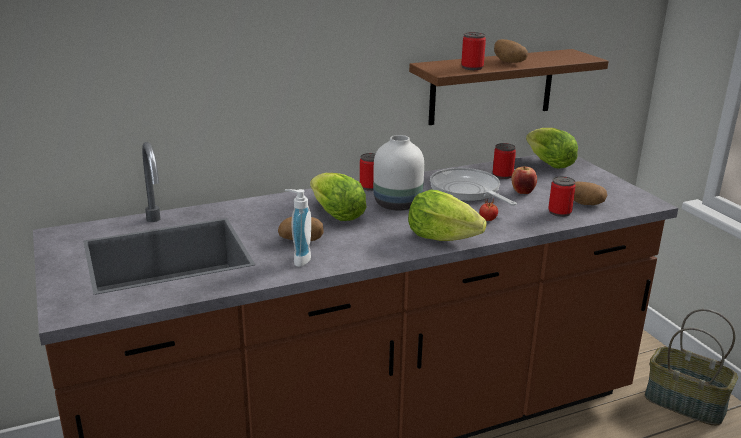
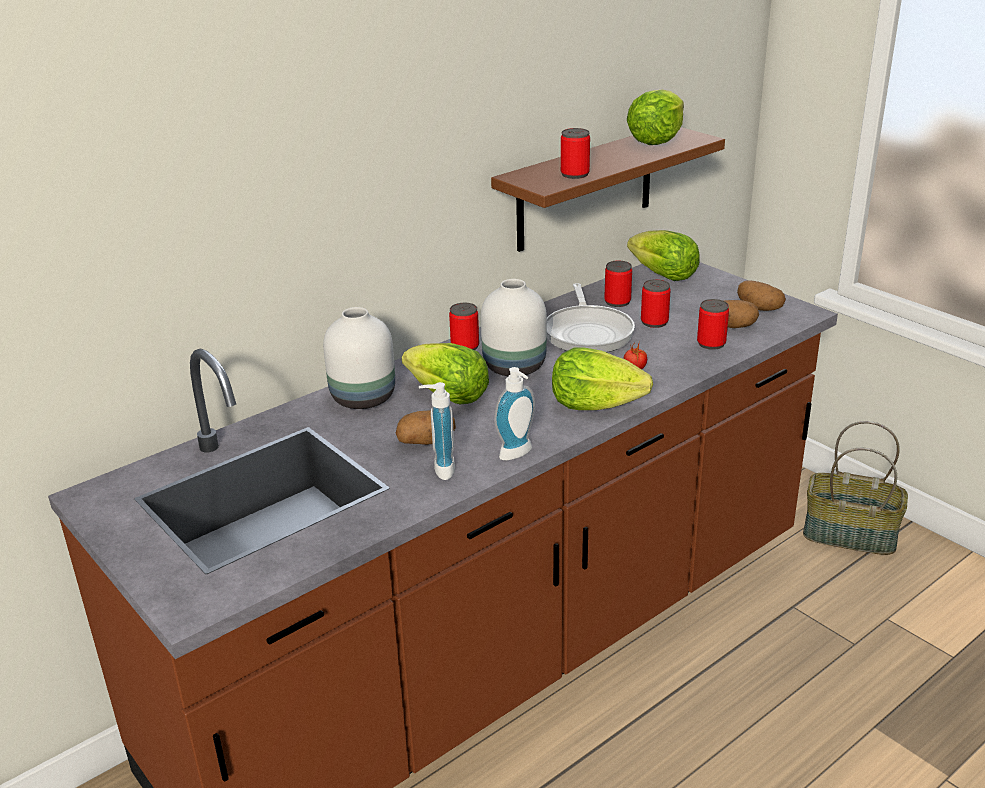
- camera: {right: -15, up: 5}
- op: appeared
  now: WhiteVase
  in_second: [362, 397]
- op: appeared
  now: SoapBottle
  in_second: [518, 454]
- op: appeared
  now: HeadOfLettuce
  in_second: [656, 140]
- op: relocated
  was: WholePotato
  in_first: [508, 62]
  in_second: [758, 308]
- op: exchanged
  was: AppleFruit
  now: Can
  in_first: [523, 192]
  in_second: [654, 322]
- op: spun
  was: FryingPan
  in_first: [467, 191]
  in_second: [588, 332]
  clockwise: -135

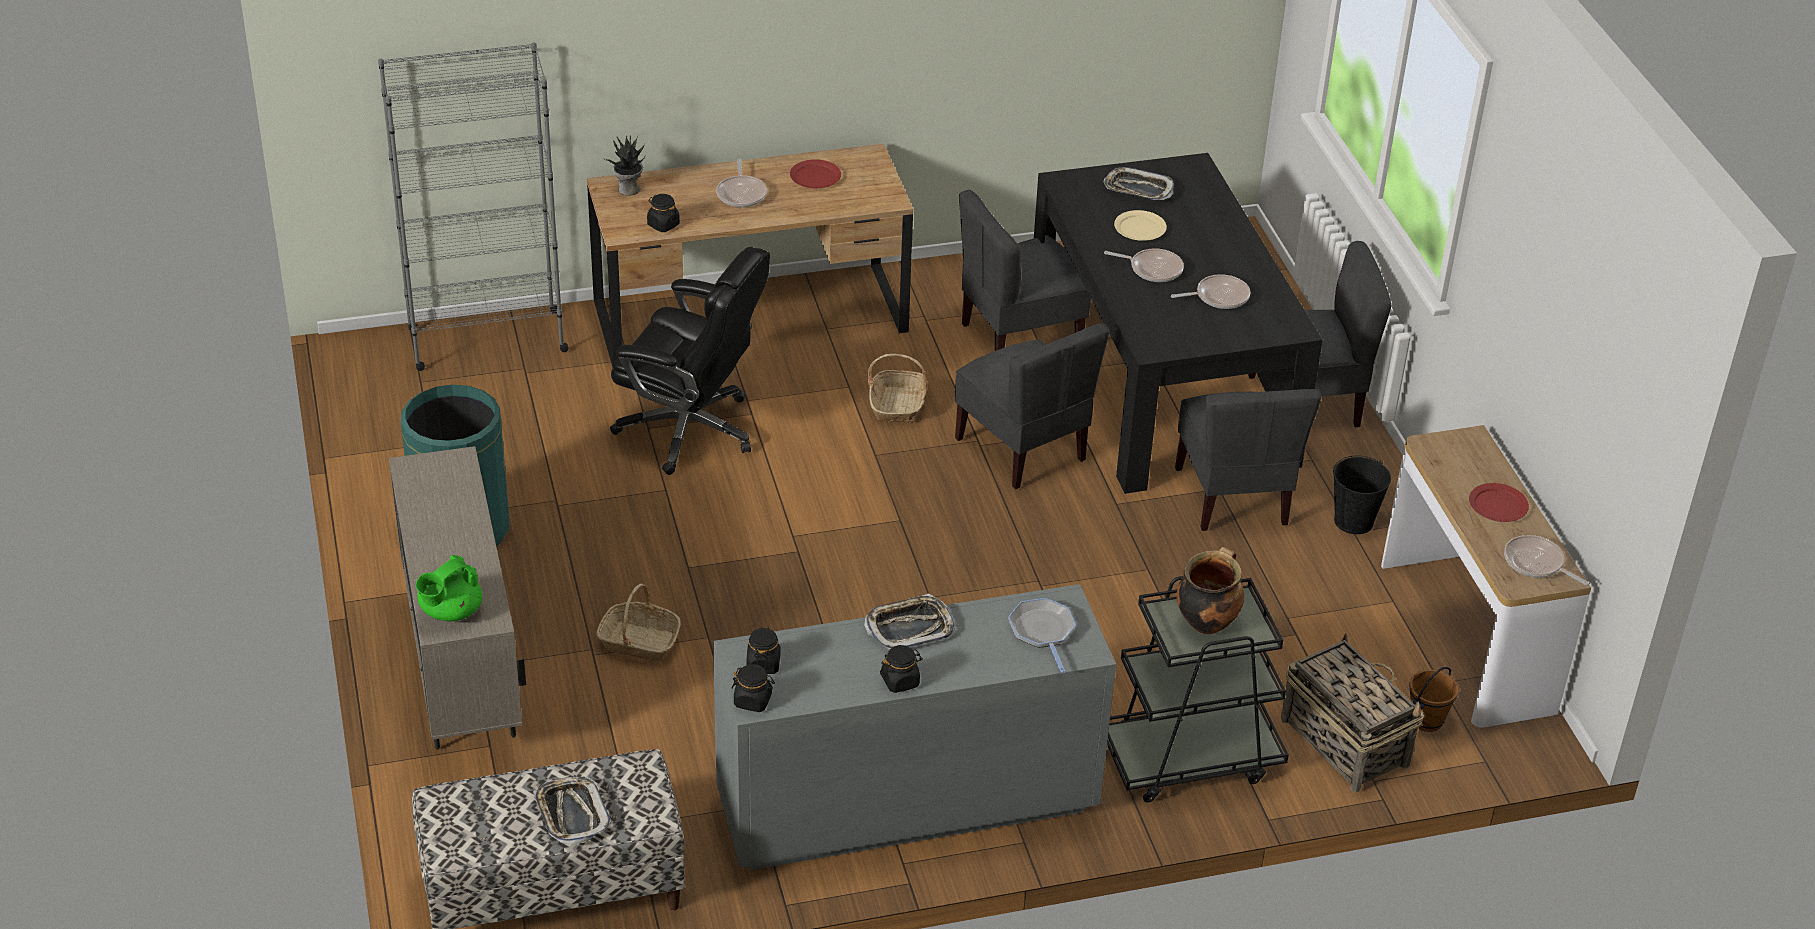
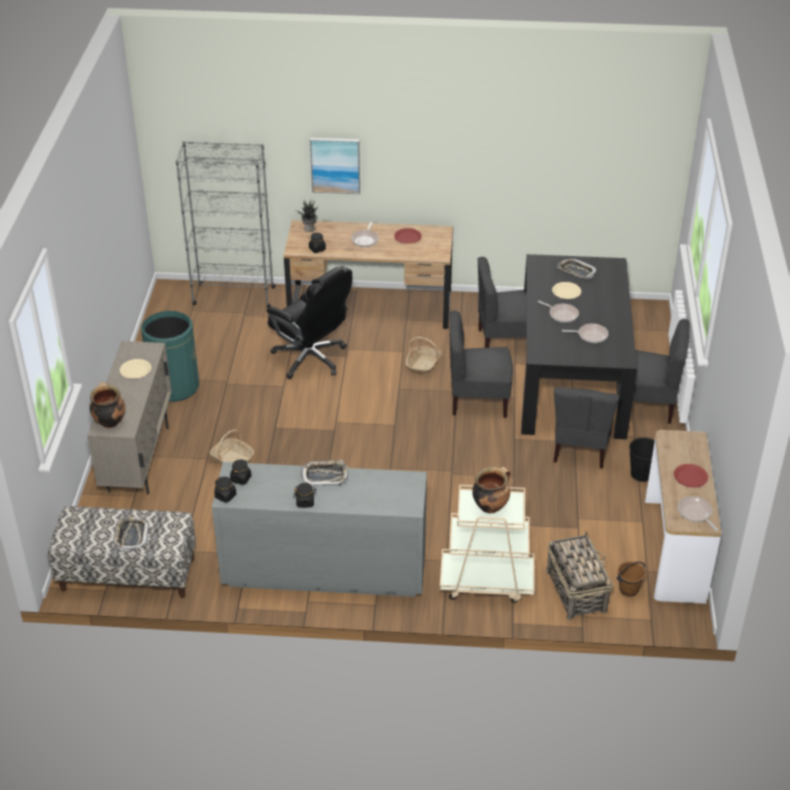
- camera: {right: 20, up: 0}
- op: missing
  was: FryingPan
  in_first: [1042, 632]
- op: appeared
  now: BeigeColouredDinnerPlate
  in_second: [135, 370]
- op: appeared
  now: WallArt
  in_second: [335, 165]
- op: exchanged
  was: GreenColouredTeaPot
  now: Stockpot
  in_first: [450, 612]
  in_second: [109, 421]
- op: colour
  was: BlackColouredTrolley
  now: BeigeColouredTrolley
  in_first: [1189, 758]
  in_second: [486, 581]
- op: spun
  was: GreyishPlainChair
  in_first: [1022, 449]
  in_second: [478, 400]
  clockwise: 105

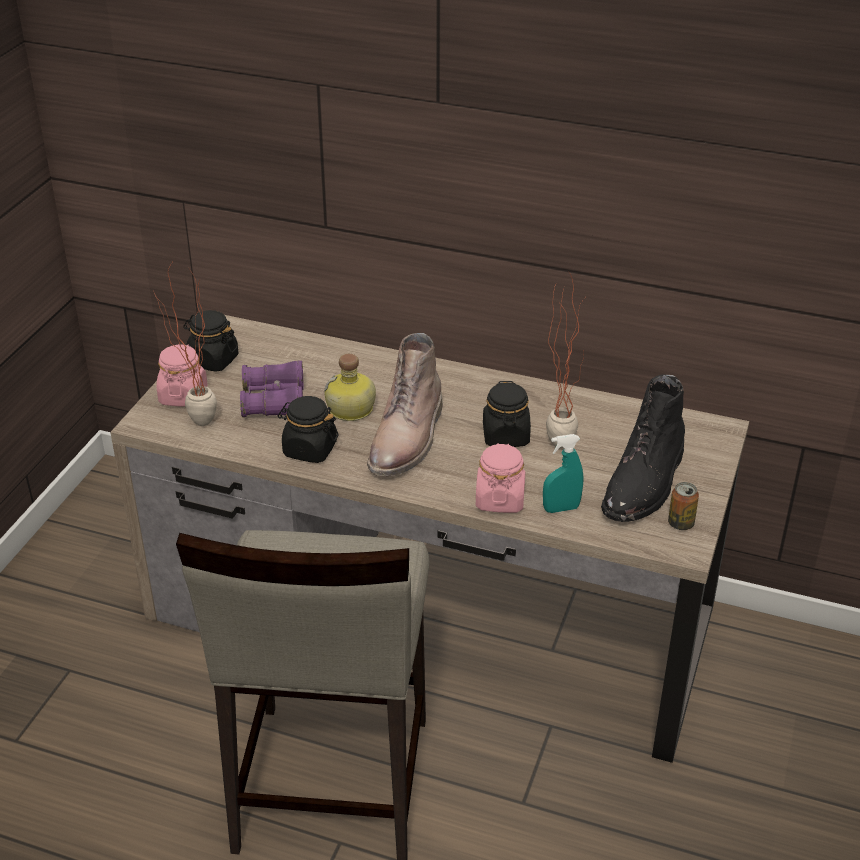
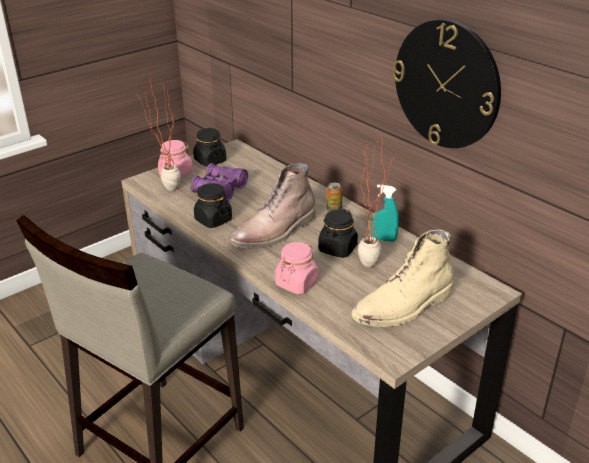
- camera: {right: 30, up: -5}
- op: missing
  was: DrinkBottle
  in_first: [351, 410]
- op: appeared
  now: WallClock
  in_second: [446, 84]
- op: relocated
  was: TurquoiseColouredSprayBottle
  in_first: [561, 508]
  in_second: [383, 239]
- op: relocated
  was: Can
  in_first: [680, 523]
  in_second: [333, 210]
- op: colour
  was: BlackColouredHighTopBoot
  now: BeigeColouredHighTopBoot
  in_first: [644, 484]
  in_second: [404, 307]

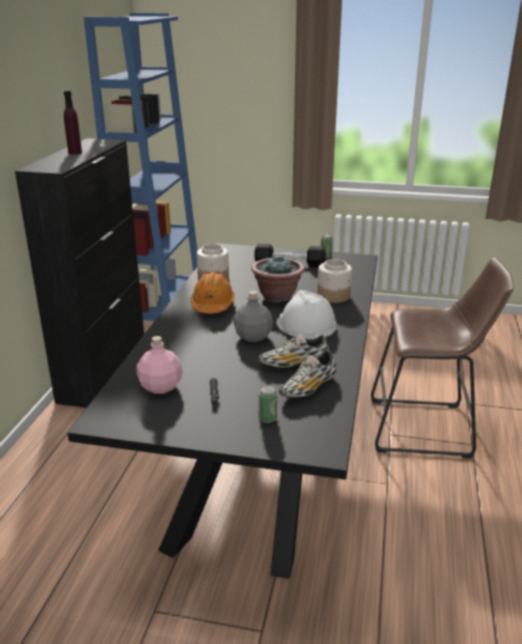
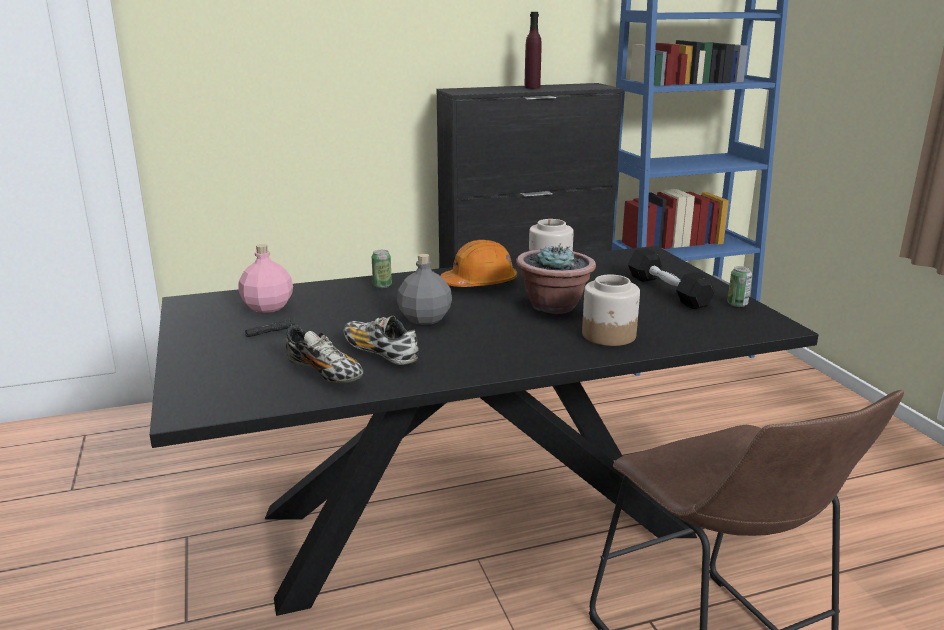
- camera: {right: 60, up: -5}
- op: missing
  was: WhiteSafetyHelmet
  in_first: [306, 325]
- op: relocated
  was: Can
  in_first: [267, 418]
  in_second: [382, 285]
- op: spun
  was: ItemOfFootwear
  in_first: [308, 388]
  in_second: [325, 374]
  clockwise: -150

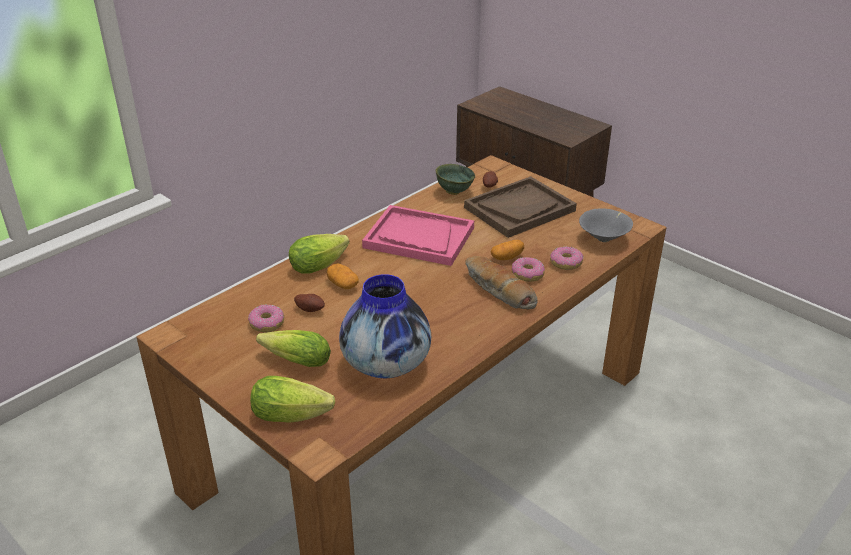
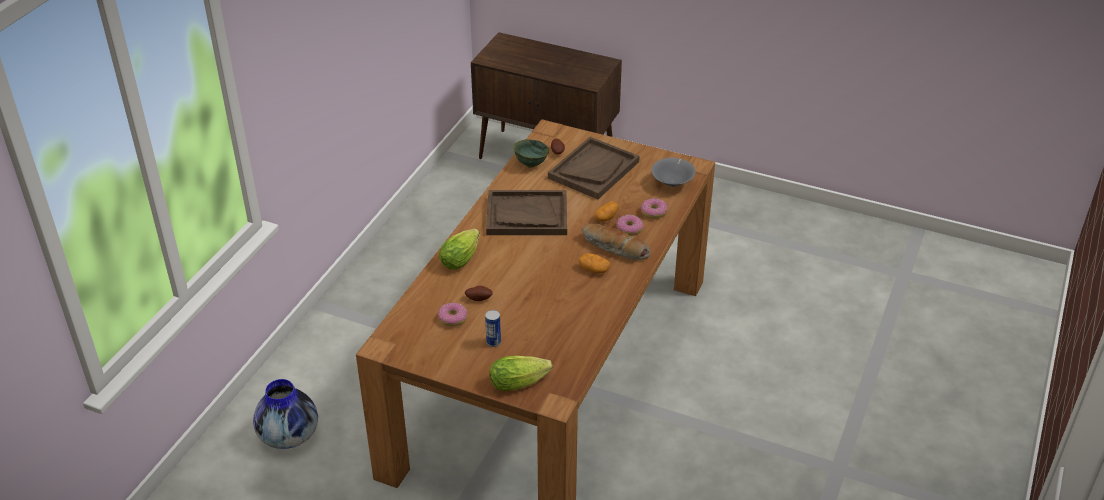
- camera: {right: -20, up: 5}
- op: relocated
  was: WholePotato
  in_first: [342, 284]
  in_second: [594, 269]
- op: relocated
  was: Vase
  in_first: [386, 364]
  in_second: [289, 436]
- op: exchanged
  was: HeadOfLettuce
  now: Can
  in_first: [293, 360]
  in_second: [493, 342]
- op: colour
  was: PinkishCarryingTray
  now: BrownishCarryingTray
  in_first: [418, 238]
  in_second: [526, 215]

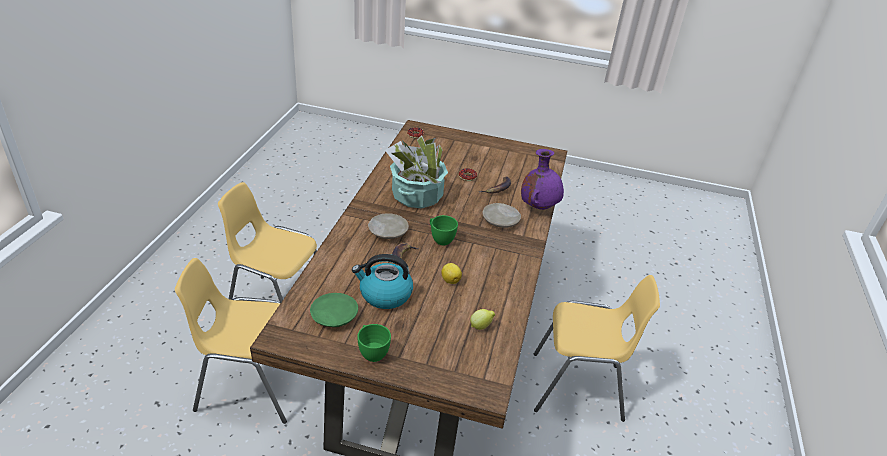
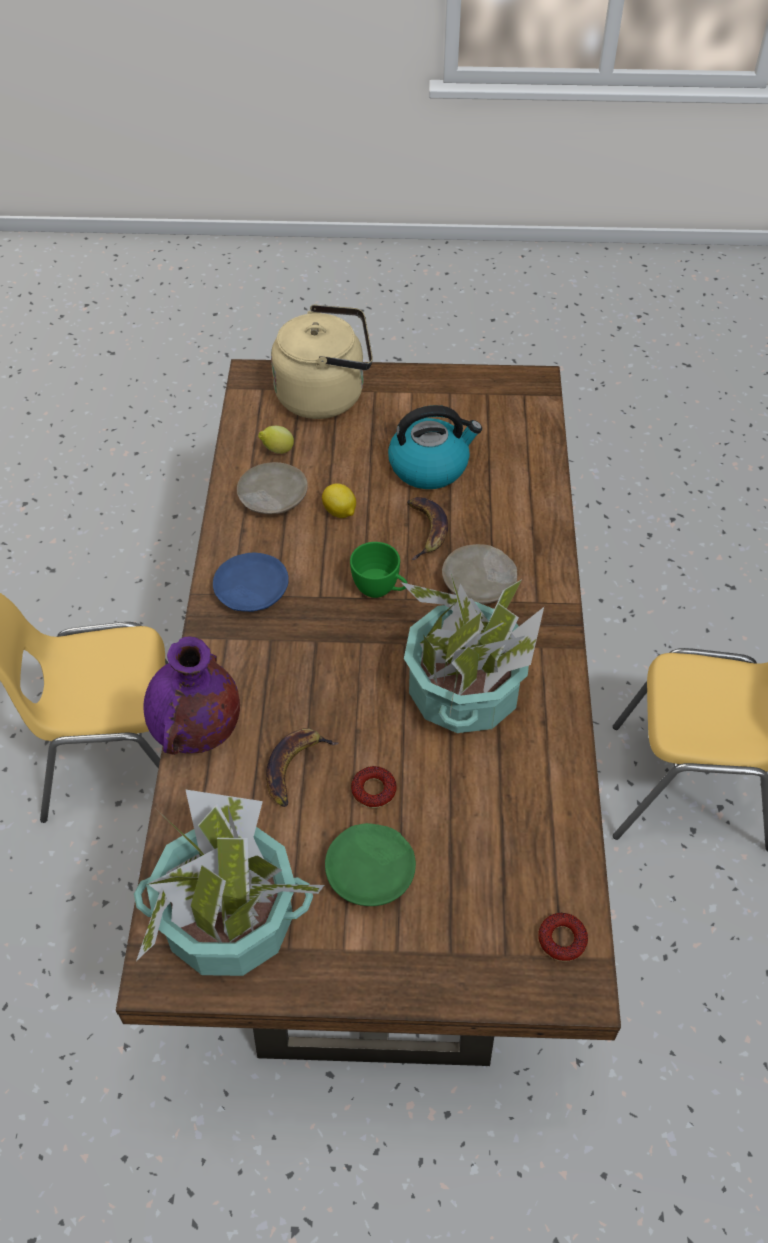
- camera: {right: 170, up: 15}
- op: missing
  was: YellowPlainChair
  in_first: [250, 386]
- op: missing
  was: GreenColouredDrinkingCup
  in_first: [372, 352]
- op: appeared
  now: Houseplant
  in_second: [229, 920]
- op: appeared
  now: BluishDinnerPlate
  in_second: [251, 591]
- op: appeared
  now: BeigeColouredTeaKettle
  in_second: [326, 395]
- op: relocated
  was: GreenColouredDinnerPlate
  in_first: [334, 316]
  in_second: [371, 872]
- op: relocated
  was: BeigeColouredDinnerPlate
  in_first: [501, 220]
  in_second: [272, 497]

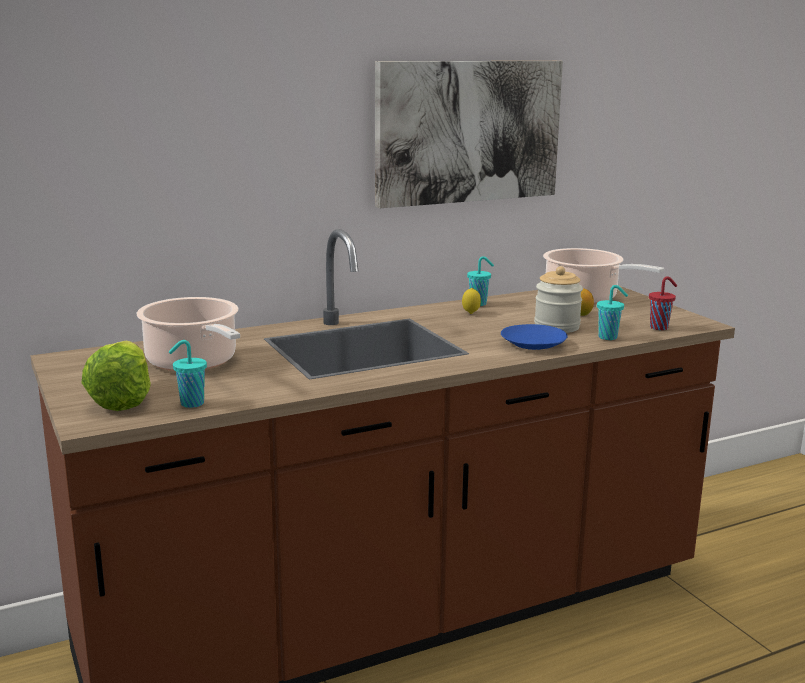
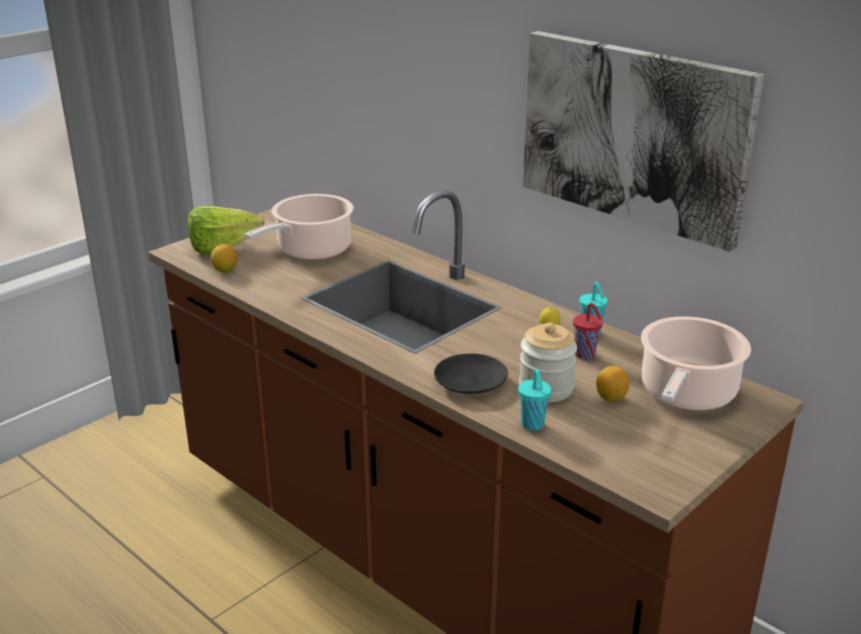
- camera: {right: 70, up: 10}
- op: relocated
  was: RedDrinkingCup
  in_first: [660, 327]
  in_second: [586, 355]
- op: exchanged
  was: TurquoiseColouredDrinkingCup
  now: Lemon
  in_first: [190, 404]
  in_second: [225, 270]
- op: colour
  was: BluishDinnerPlate
  now: BlackColouredDinnerPlate
  in_first: [533, 344]
  in_second: [469, 382]

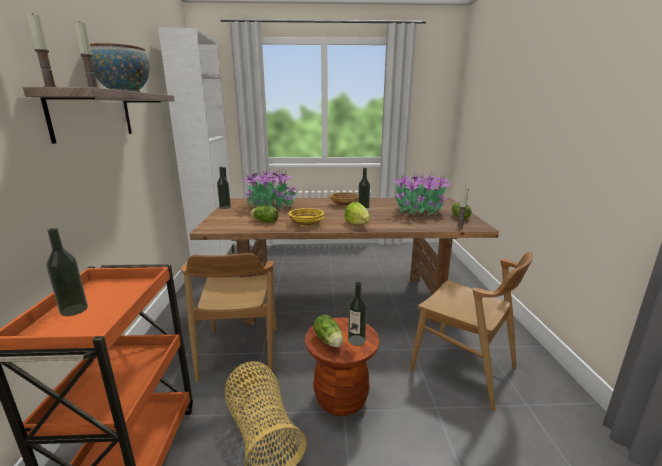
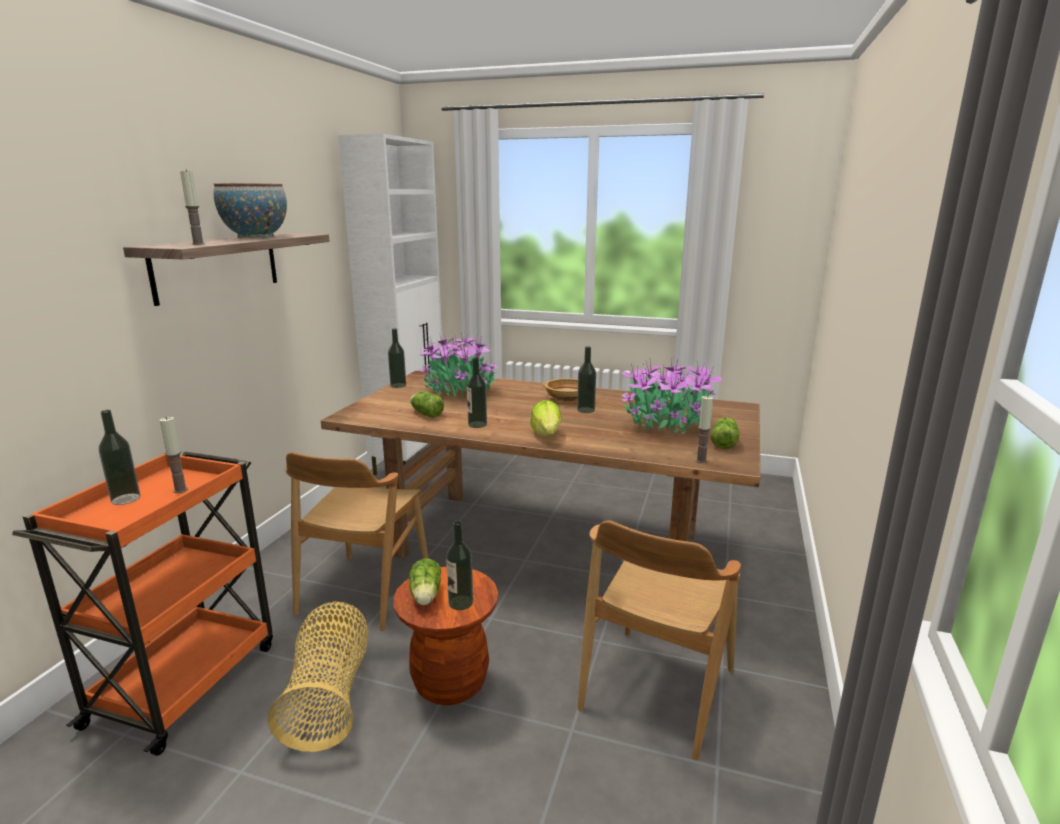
- camera: {right: 20, up: 0}
- op: relocated
  was: WaxCandle
  in_first: [50, 87]
  in_second: [180, 490]
- op: exchanged
  was: YellowServingBowl
  now: DrinkBottle
  in_first: [306, 223]
  in_second: [477, 424]
- op: spun
  was: BrownishPlainChair
  in_first: [463, 369]
  in_second: [656, 689]
  clockwise: 60

